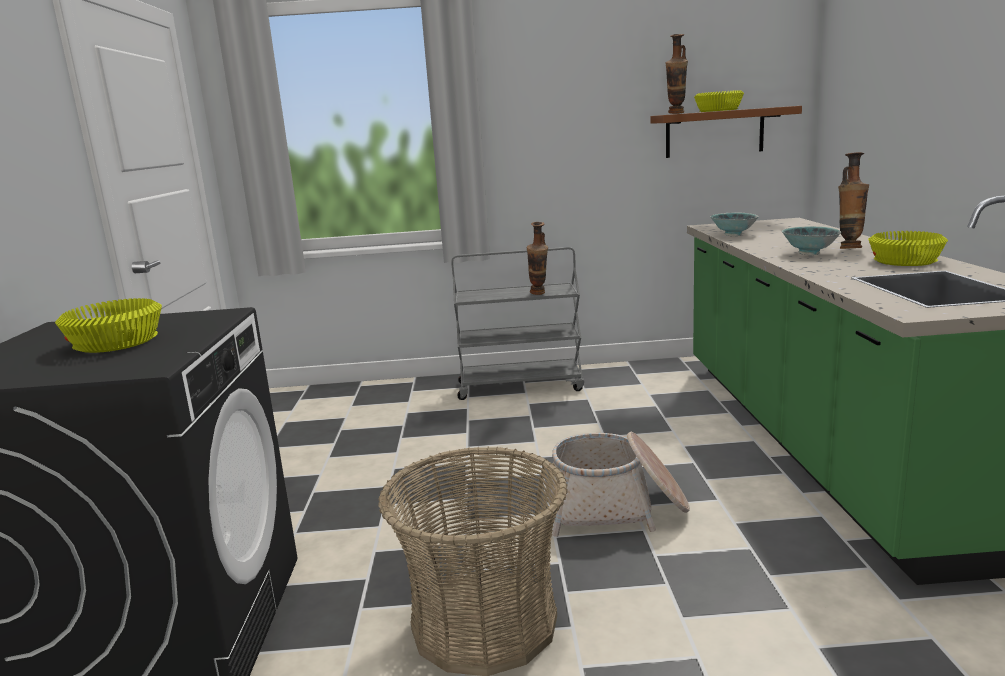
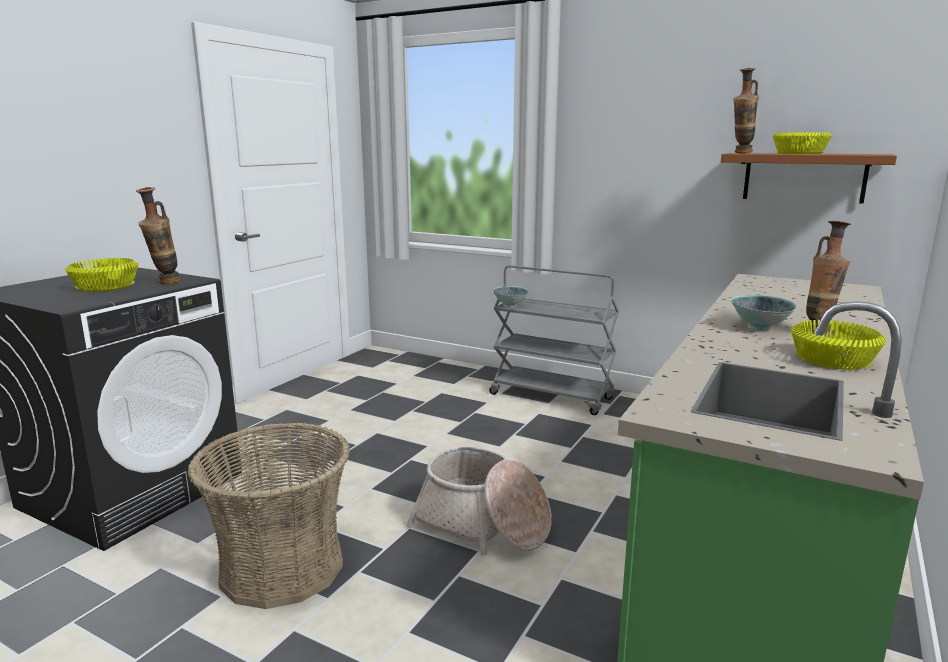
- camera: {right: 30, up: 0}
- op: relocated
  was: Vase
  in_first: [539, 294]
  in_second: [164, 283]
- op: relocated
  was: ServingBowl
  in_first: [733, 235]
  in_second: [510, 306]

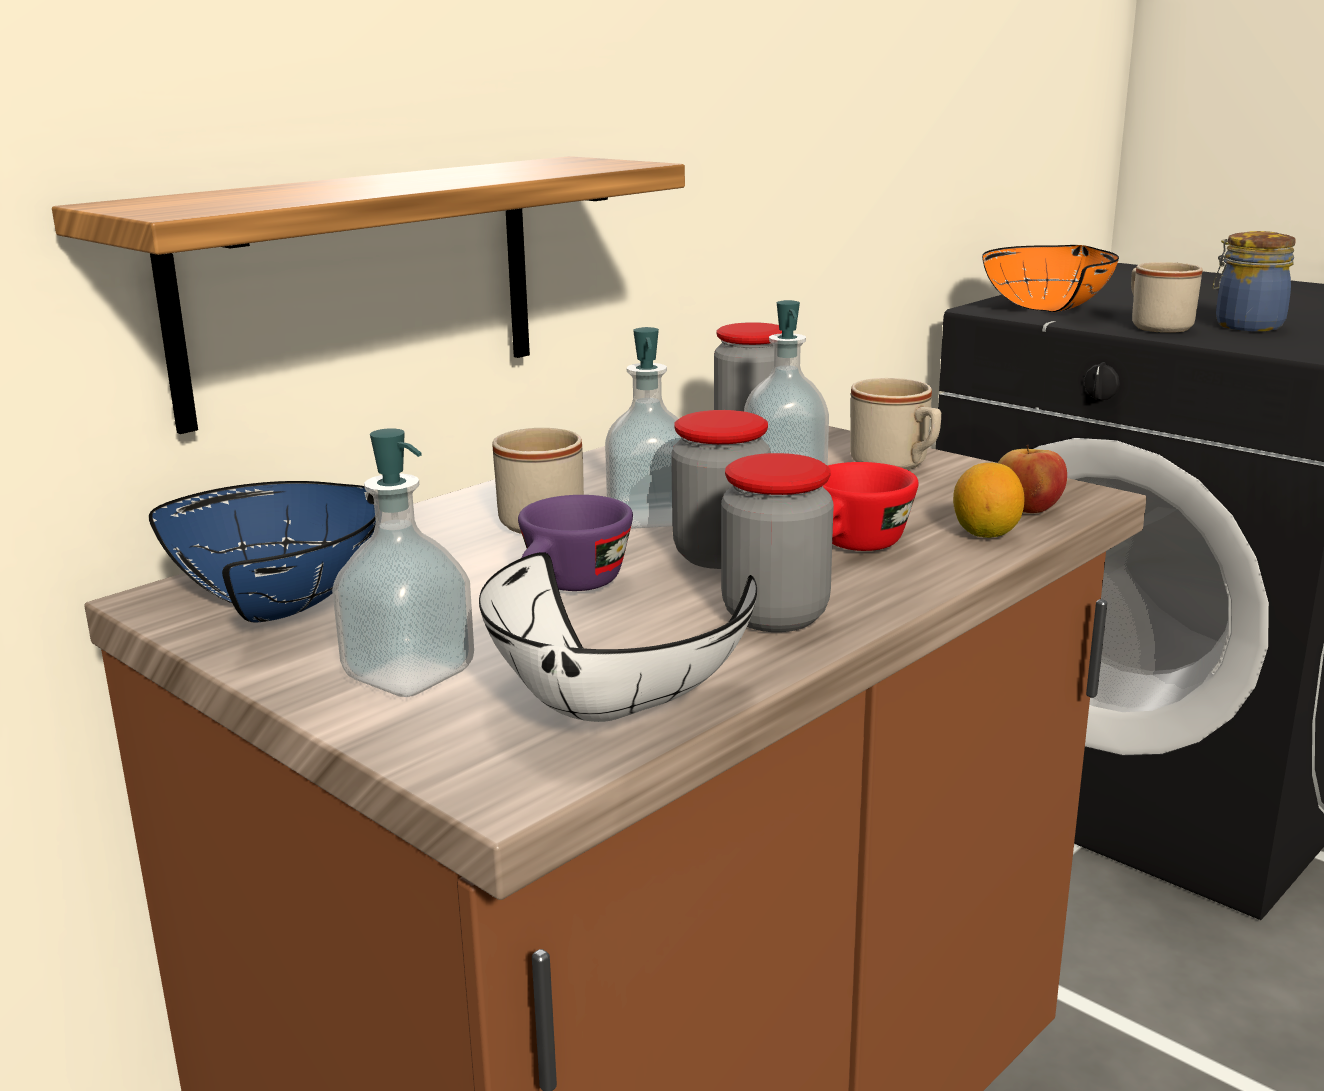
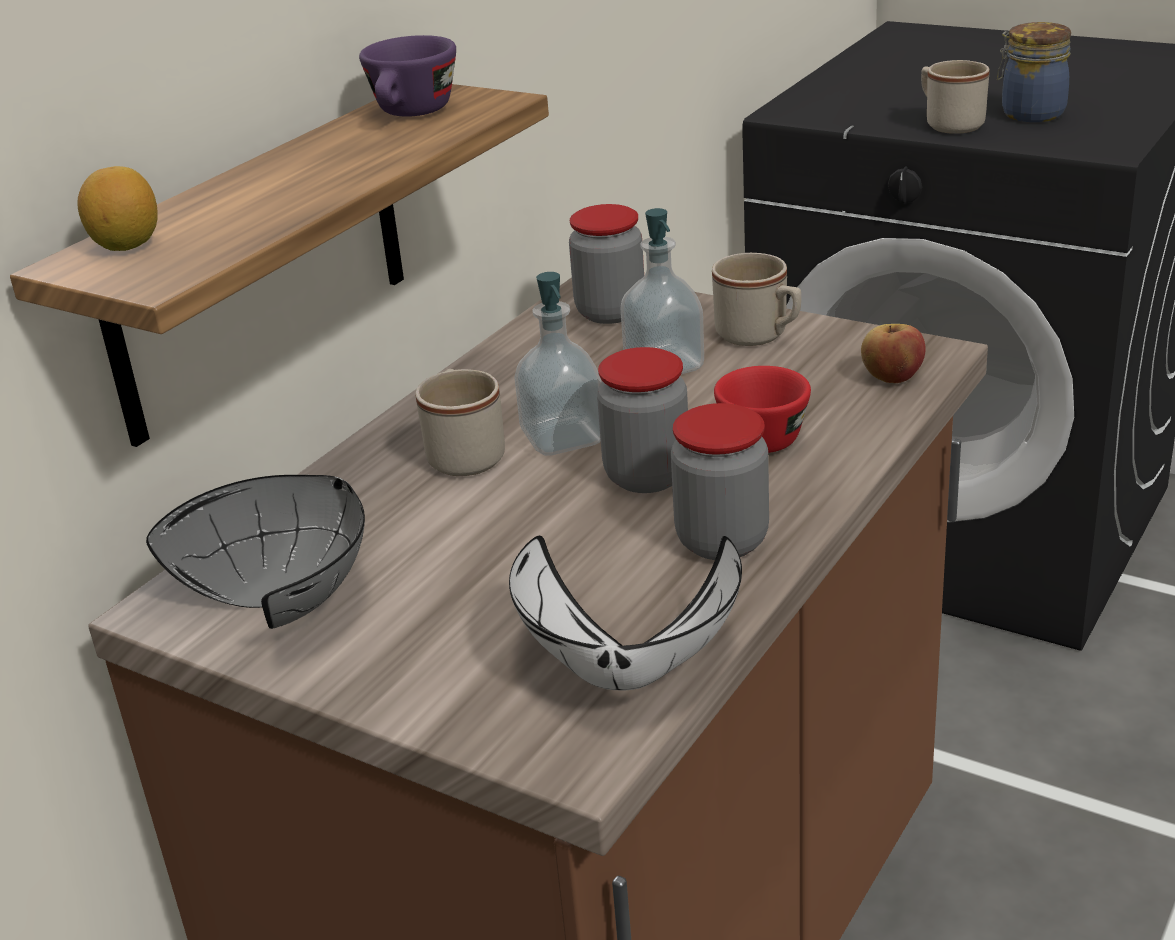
- camera: {right: -10, up: 10}
- op: missing
  was: SoapBottle
  in_first: [409, 674]
- op: missing
  was: OrangeServingBowl
  in_first: [1051, 308]
- op: relocated
  was: PurpleDrinkingCup
  in_first: [571, 587]
  in_second: [411, 114]
- op: relocated
  was: Lemon
  in_first: [985, 533]
  in_second: [126, 245]
- op: colour
  was: BluishServingBowl
  now: GreyishServingBowl
  in_first: [291, 603]
  in_second: [287, 595]

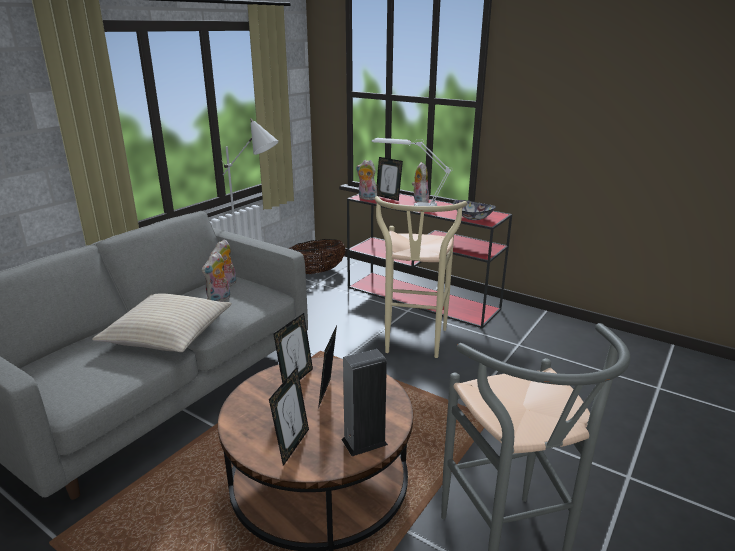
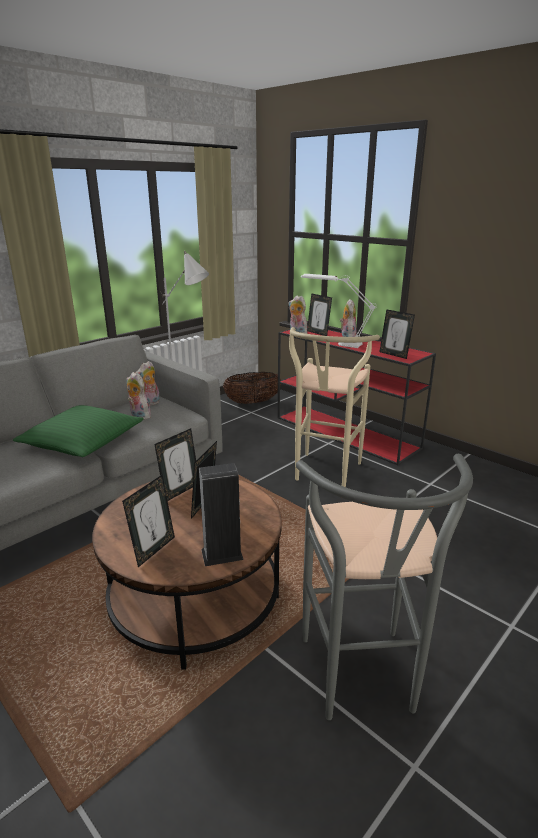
- camera: {right: 10, up: 0}
- op: exchanged
  was: ServingBowl
  now: StandingFrame
  in_first: [473, 218]
  in_second: [394, 354]
- op: colour
  was: BeigeColouredPillow
  now: GreenColouredPillow
  in_first: [168, 334]
  in_second: [82, 442]
- op: spun
  was: SoftToy
  in_first: [219, 300]
  in_second: [138, 416]
  clockwise: 90

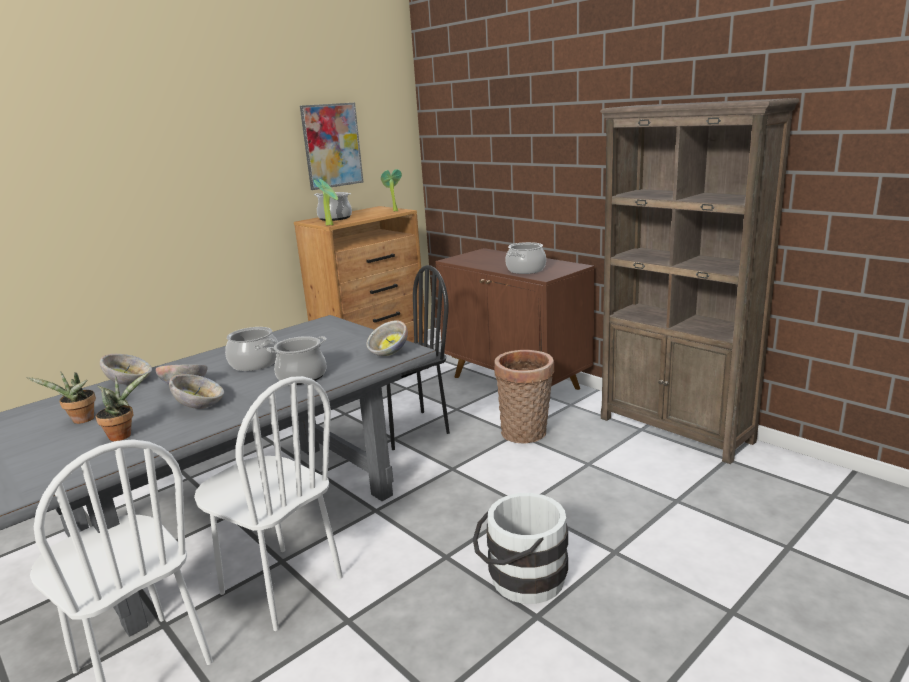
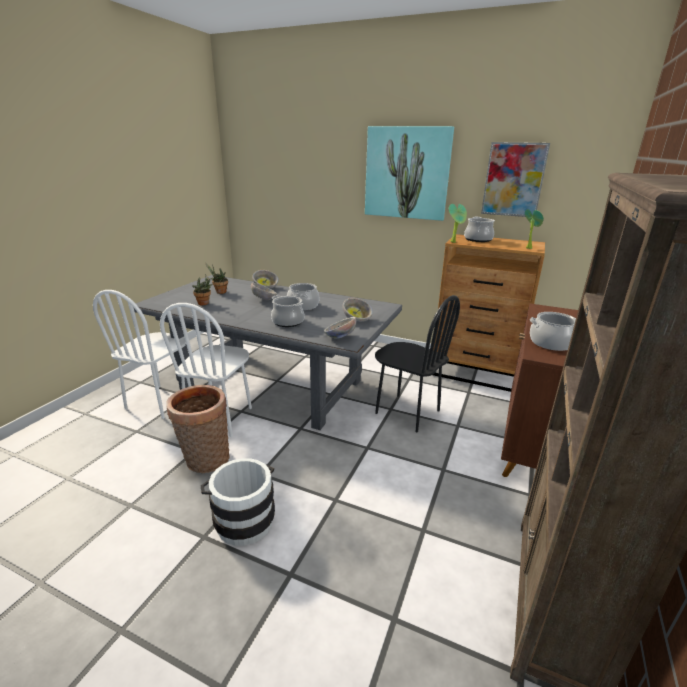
- camera: {right: 65, up: 5}
- op: appeared
  now: WallArt
  in_second: [407, 173]
- op: relocated
  was: ServingBowl
  in_first: [200, 406]
  in_second: [357, 320]
- op: relocated
  was: Basket
  in_first: [525, 434]
  in_second: [205, 461]

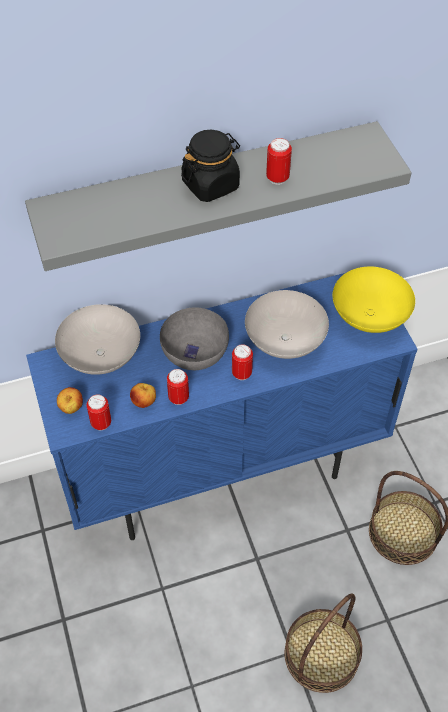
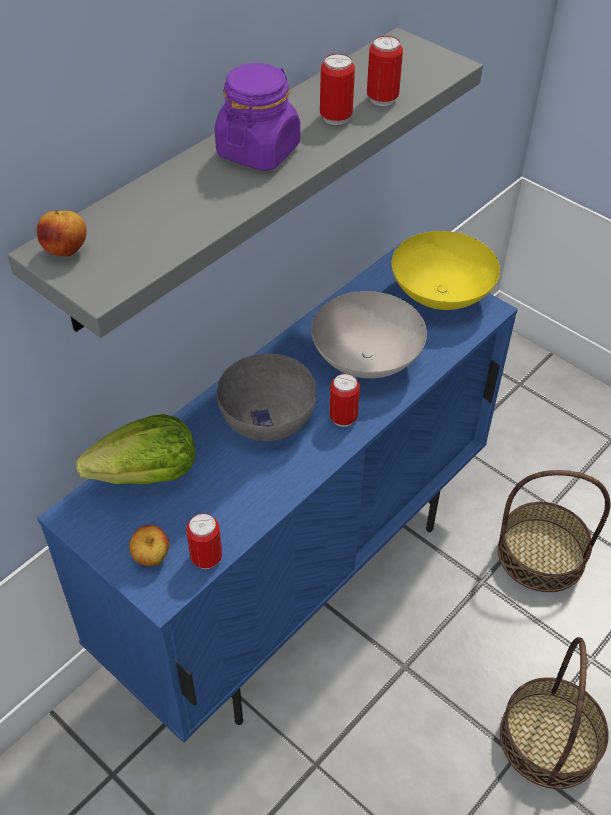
- camera: {right: -30, up: -5}
- op: relocated
  was: AppleFruit
  in_first: [144, 402]
  in_second: [66, 251]
- op: relocated
  was: Can
  in_first: [178, 398]
  in_second: [382, 99]
- op: exchanged
  was: WhiteServingBowl
  now: HeadOfLettuce
  in_first: [101, 357]
  in_second: [147, 475]
- op: colour
  was: BlackColouredStorageJar
  now: PurpleStorageJar
  in_first: [211, 185]
  in_second: [258, 151]

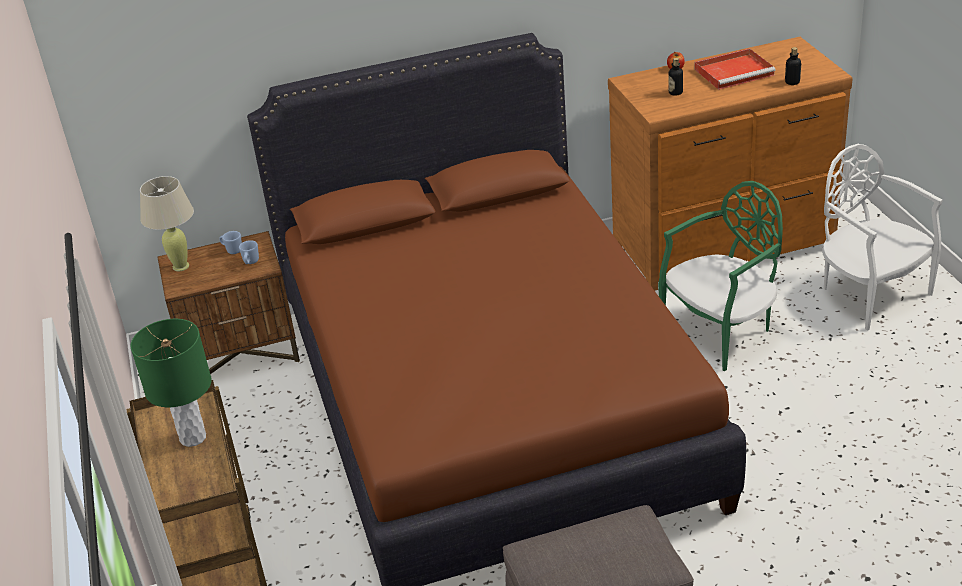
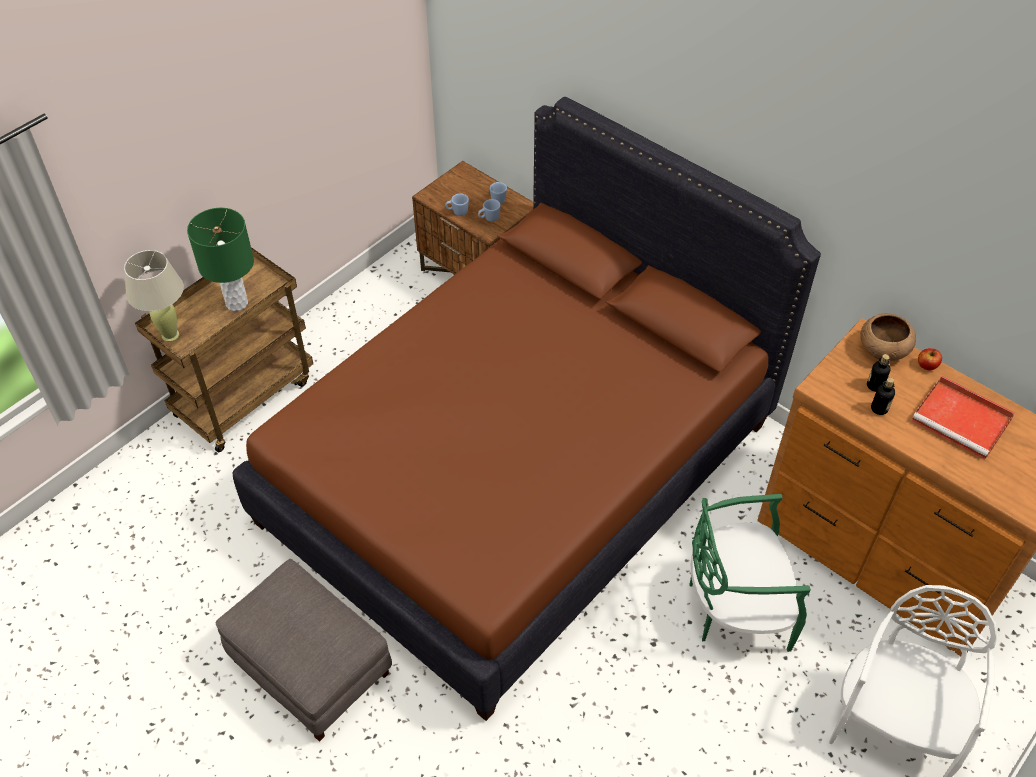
- camera: {right: 55, up: 15}
- op: appeared
  now: BluishTeaMug
  in_second: [457, 212]
- op: appeared
  now: BrownishServingBowl
  in_second: [882, 349]
- op: relocated
  was: BeigeColouredLampForATable
  in_first: [181, 266]
  in_second: [170, 335]
- op: relocated
  was: DrinkBottle
  in_first: [792, 82]
  in_second: [879, 409]
- op: spun
  was: GreenColouredPlainChair
  in_first: [722, 332]
  in_second: [735, 608]
  clockwise: 150

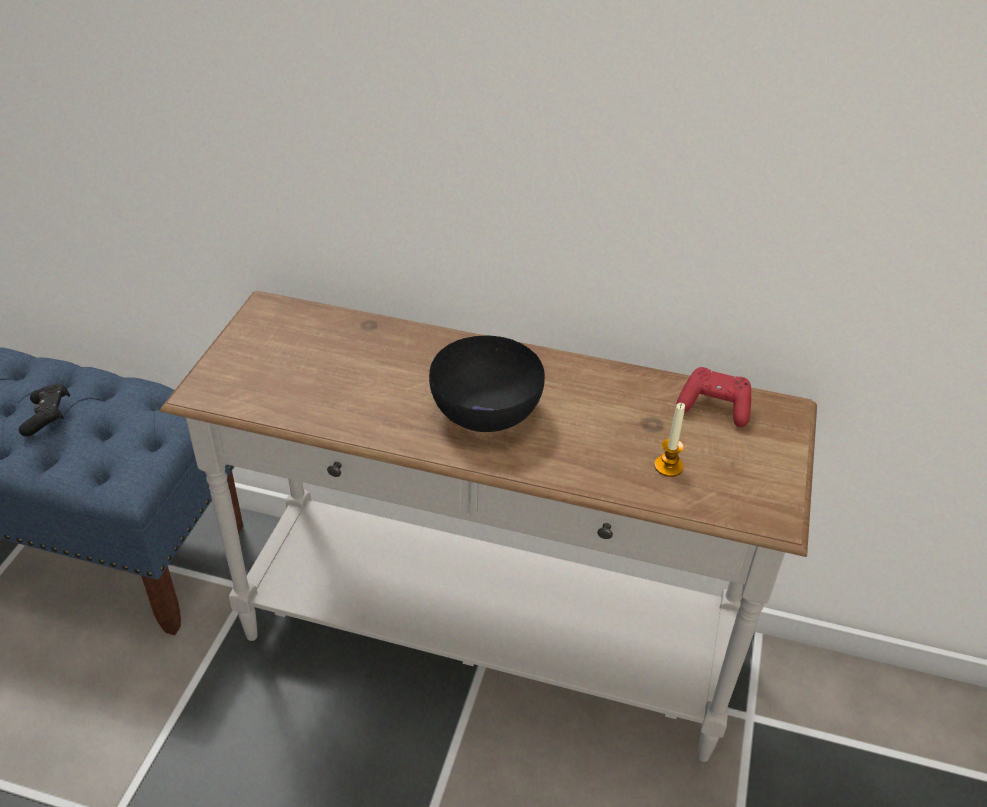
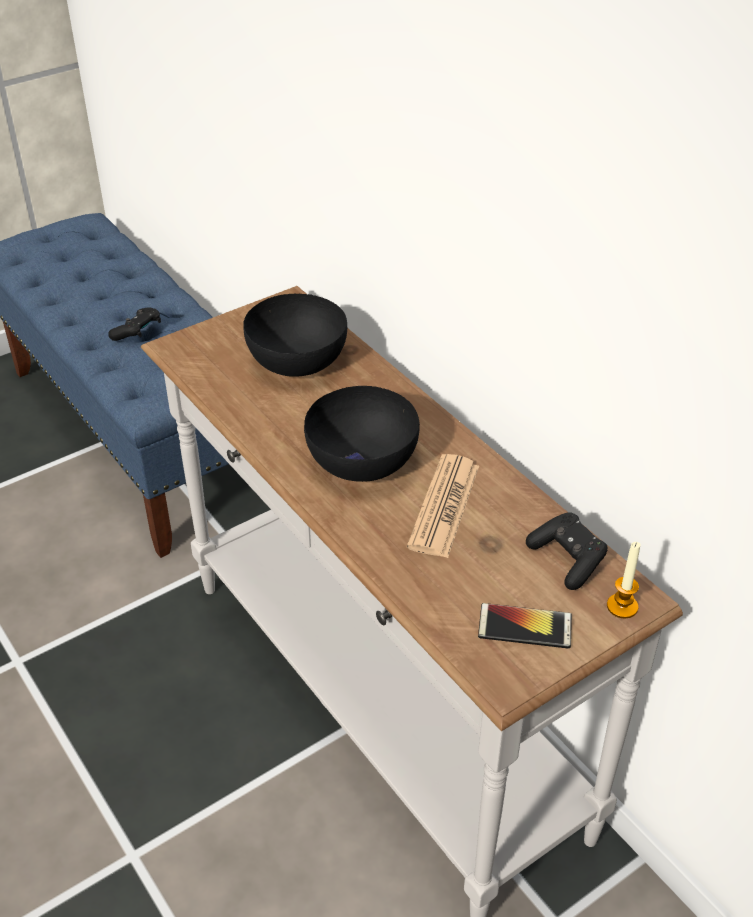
- camera: {right: 40, up: 0}
- op: appeared
  now: BlackColouredServingBowl
  in_second: [298, 359]
- op: appeared
  now: Newspaper
  in_second: [444, 506]
- op: appeared
  now: Phone
  in_second: [525, 627]
- op: relocated
  was: WaxCandle
  in_first: [668, 466]
  in_second: [622, 606]
- op: colour
  was: RedGameController
  now: BlackColouredGameController
  in_first: [714, 407]
  in_second: [567, 559]

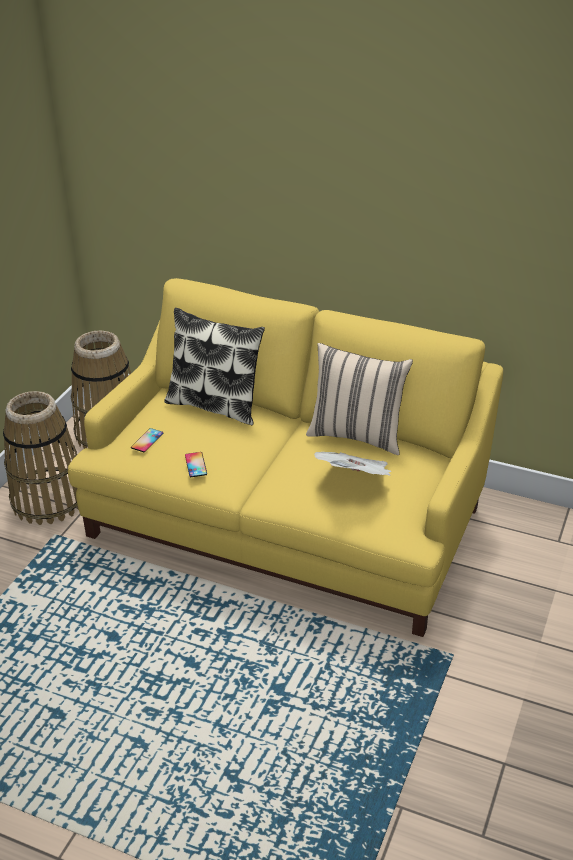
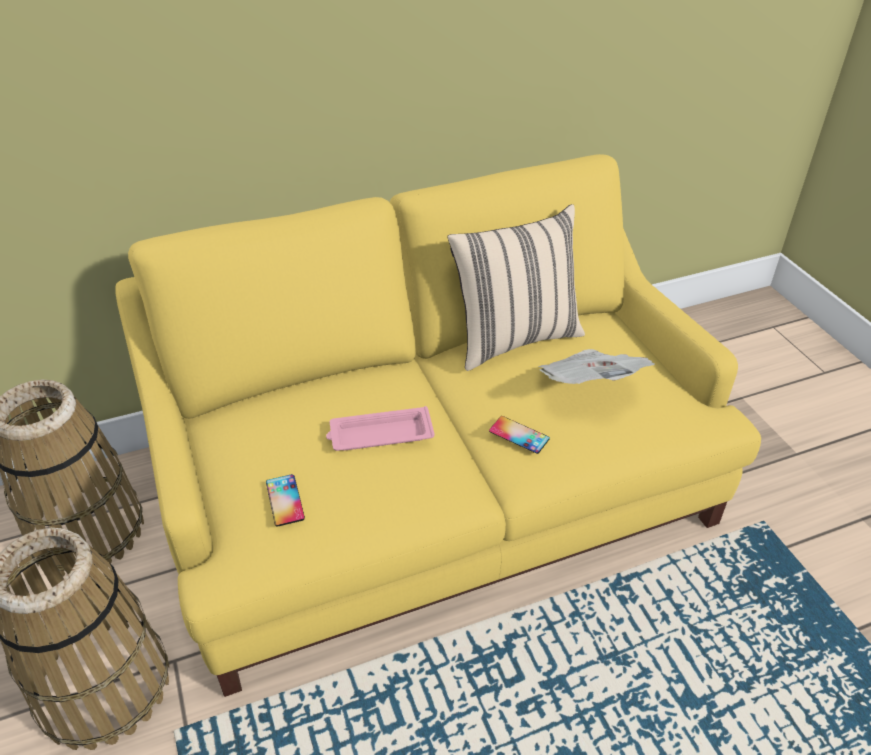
- camera: {right: -45, up: 5}
- op: missing
  was: Pillow
  in_first: [215, 405]
- op: appeared
  now: PinkishCarryingTray
  in_second: [379, 435]
- op: relocated
  was: Phone
  in_first: [196, 465]
  in_second: [519, 435]

